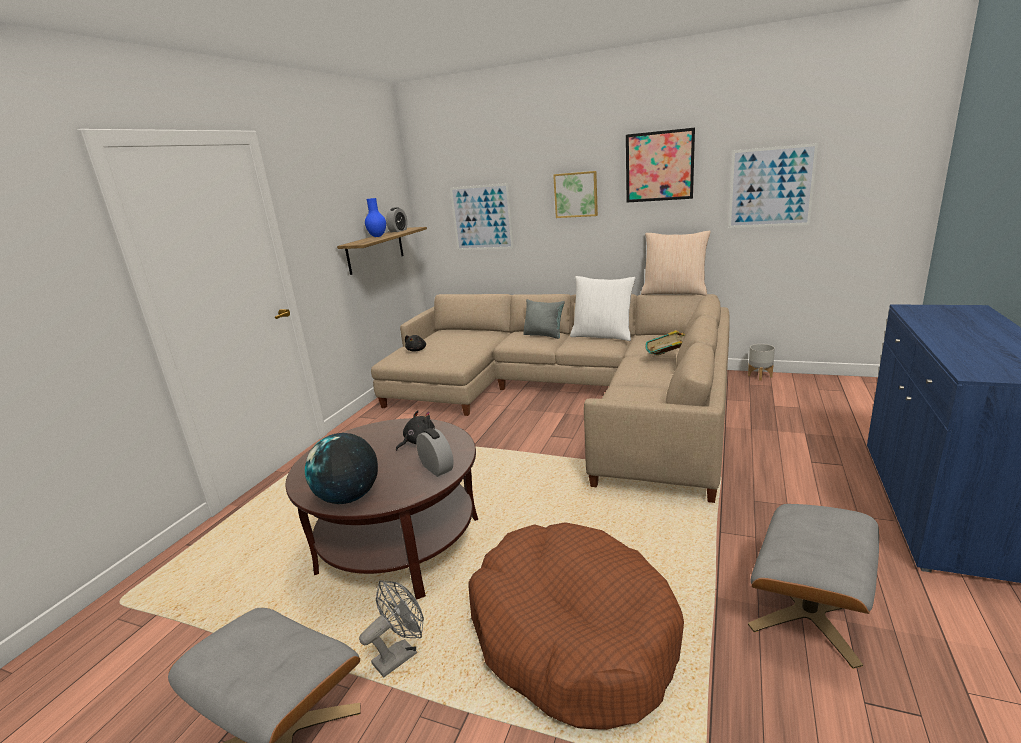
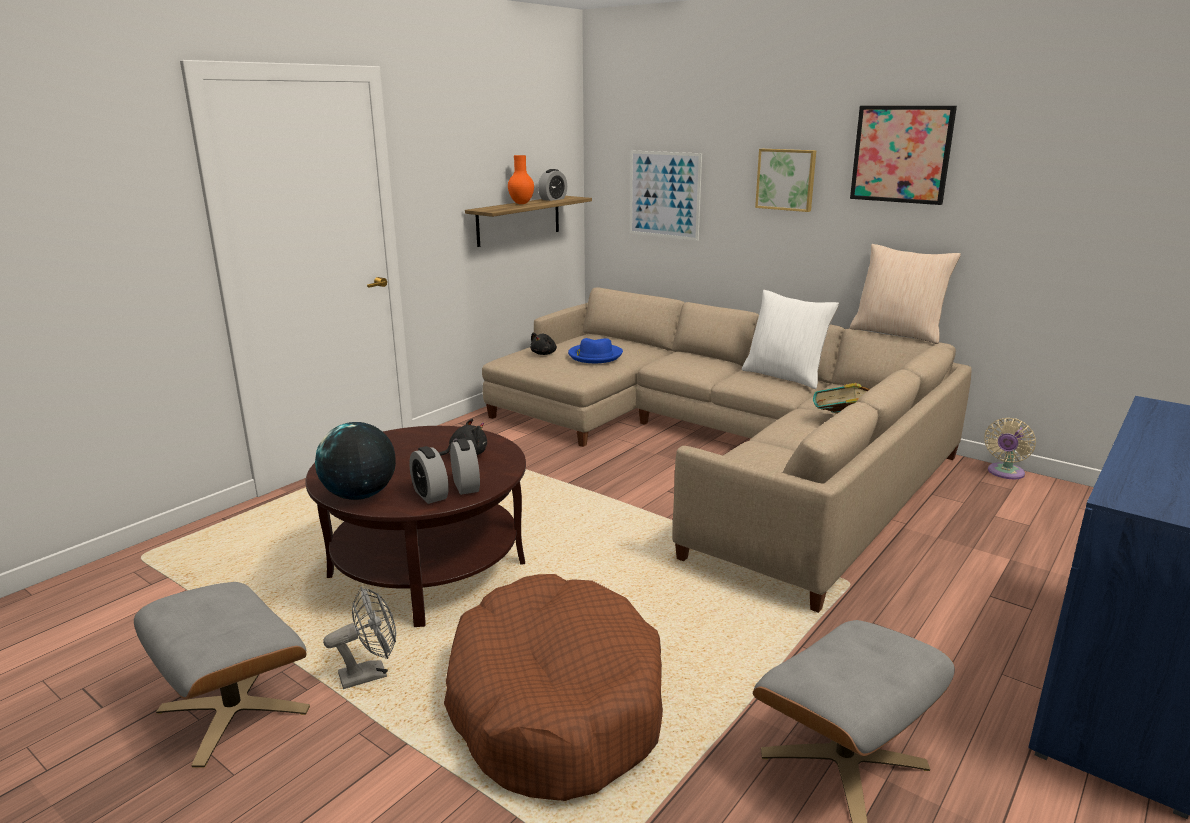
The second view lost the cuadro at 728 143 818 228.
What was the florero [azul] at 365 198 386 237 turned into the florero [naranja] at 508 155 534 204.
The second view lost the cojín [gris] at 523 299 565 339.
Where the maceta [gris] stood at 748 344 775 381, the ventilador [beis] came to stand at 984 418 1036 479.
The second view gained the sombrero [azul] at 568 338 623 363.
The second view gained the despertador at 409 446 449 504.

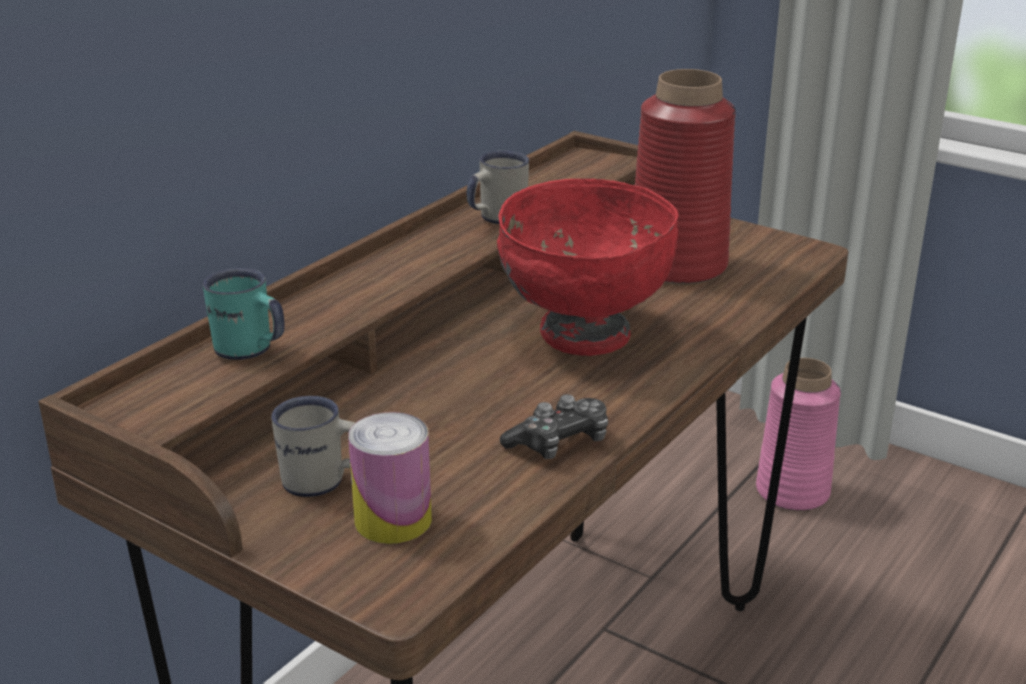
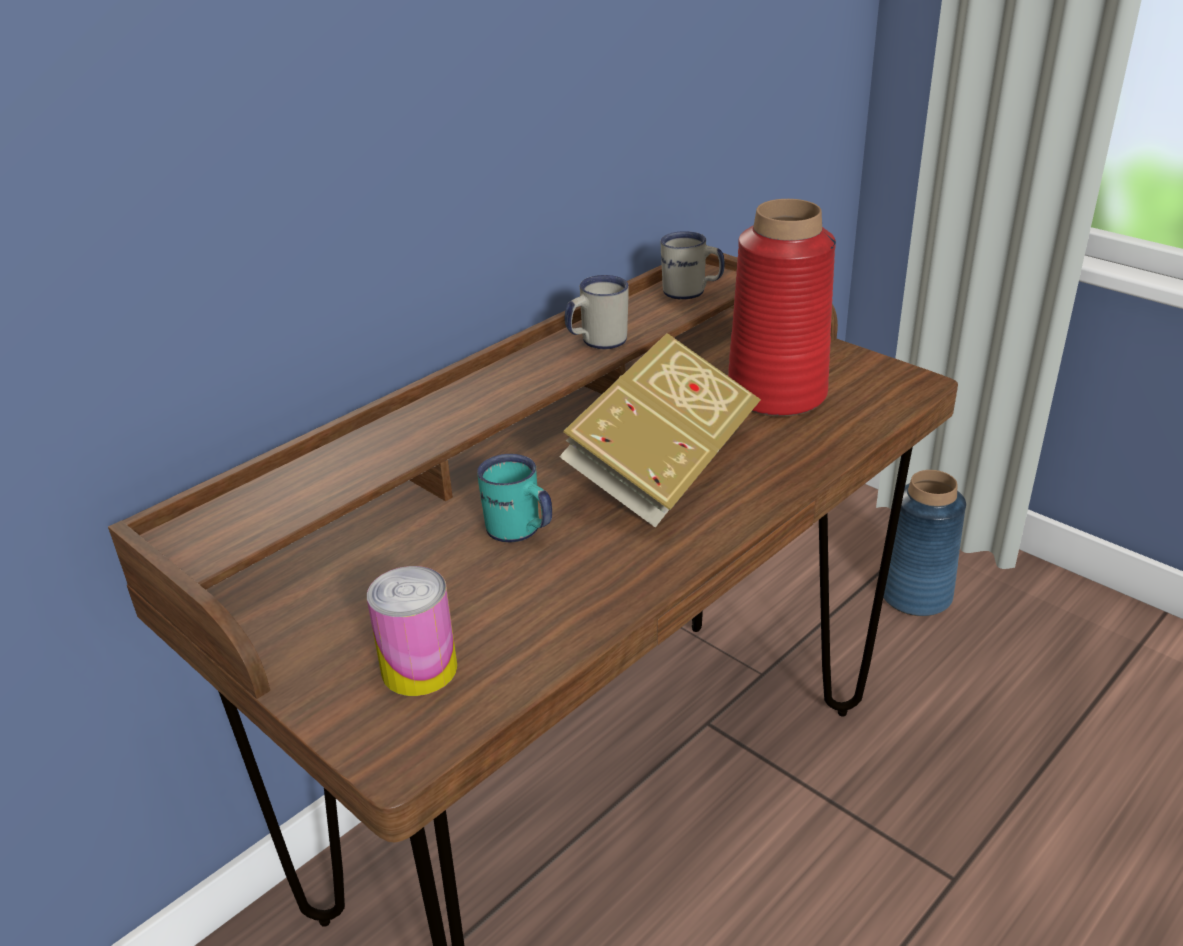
Where the cuenco [rojo] stood at 497 179 679 356, the libro came to stand at 559 333 761 528.
The taza grande [turquesa] ended up elsewhere, having gone from 203 268 285 360 to 477 454 552 542.
What was the florero [rosa] at 756 358 841 511 turned into the florero [azul] at 883 470 966 616.
The second view lost the mando de consola at 500 394 608 459.
The taza grande [blanco] ended up elsewhere, having gone from 271 396 355 497 to 660 231 725 300.

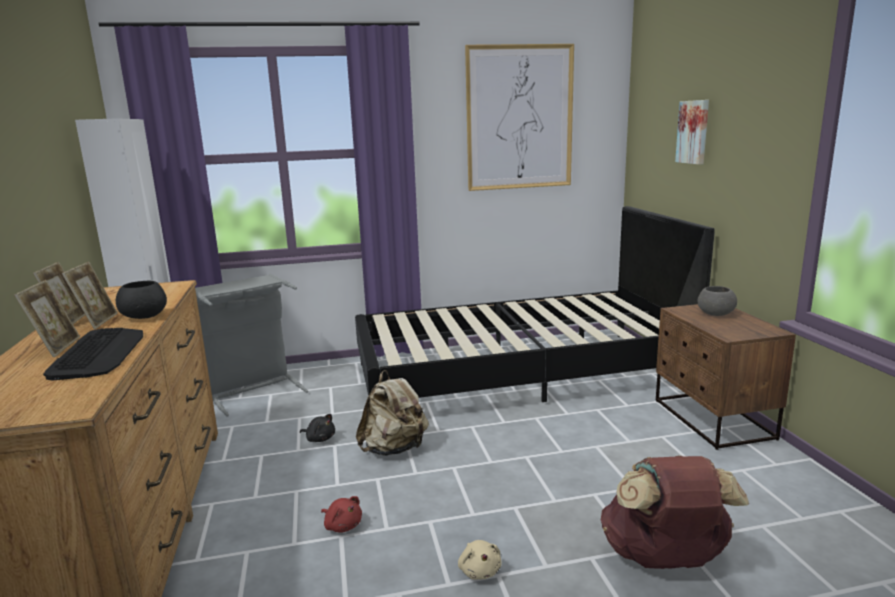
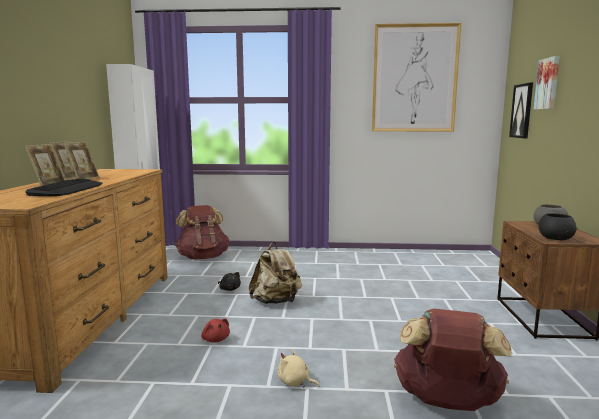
The second view lost the cama [negro] at 355 206 715 402.
Where the cesto de la ropa [gris] stood at 195 274 308 416, the mochila [marrón] came to stand at 175 205 229 259.
The cuenco [negro] ended up elsewhere, having gone from 116 281 167 319 to 538 214 577 240.
The peluche [beis] at 458 540 502 580 ended up facing another way, 120 degrees clockwise from before.
The second view gained the cuadro at 509 83 533 138.

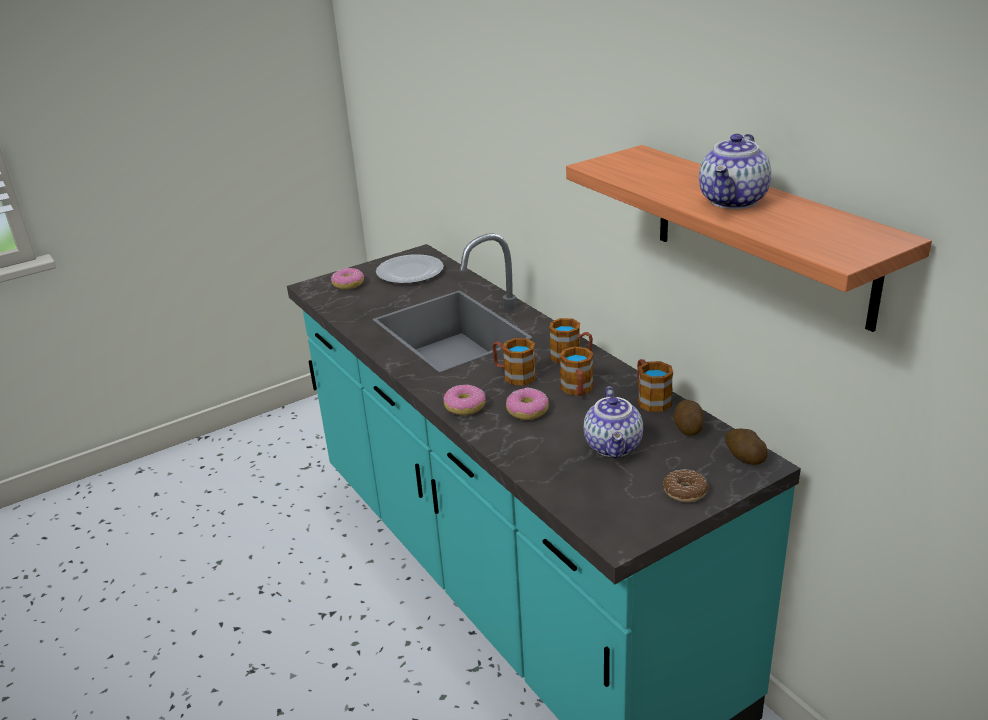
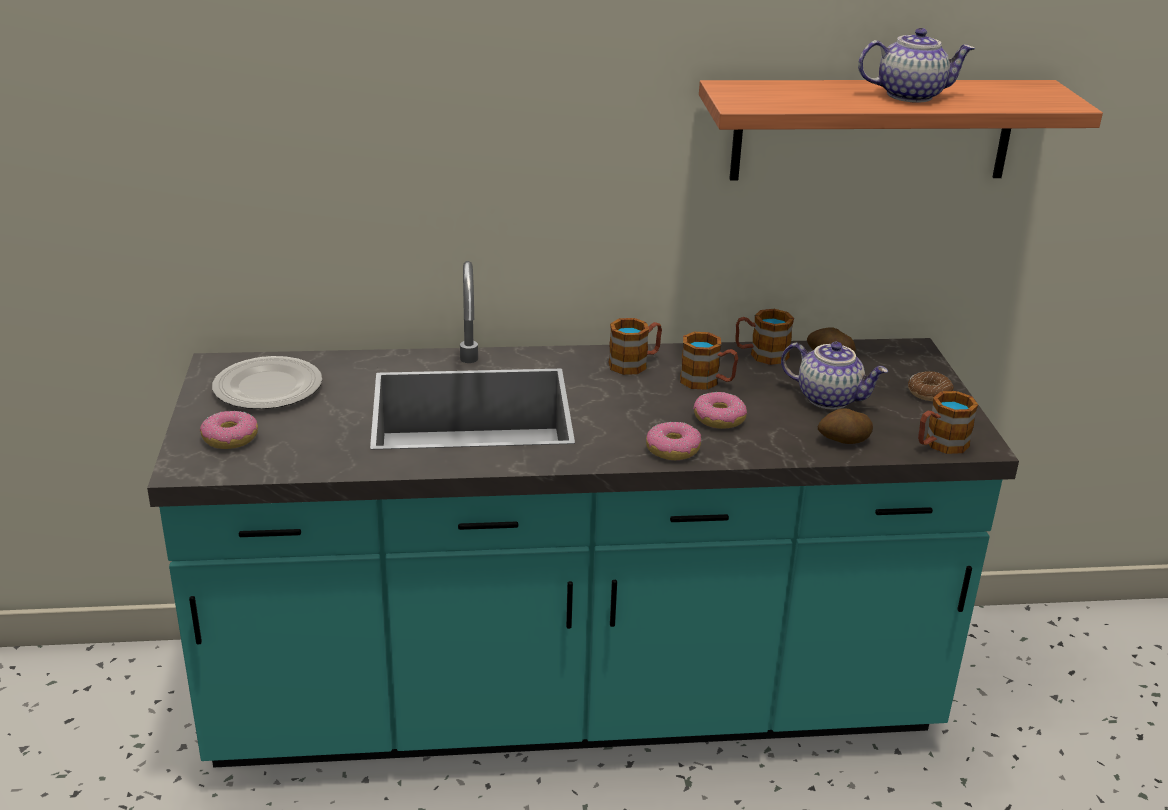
The tetera at 699 134 771 209 ended up facing another way, 60 degrees counterclockwise from before.
The taza grande ended up elsewhere, having gone from 492 338 536 386 to 918 391 978 454.
The patata ended up elsewhere, having gone from 725 429 768 465 to 817 408 873 444.

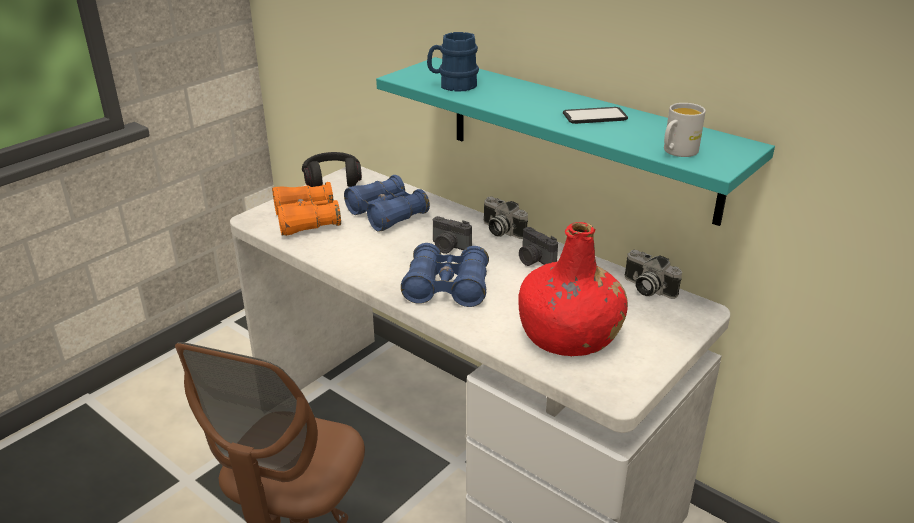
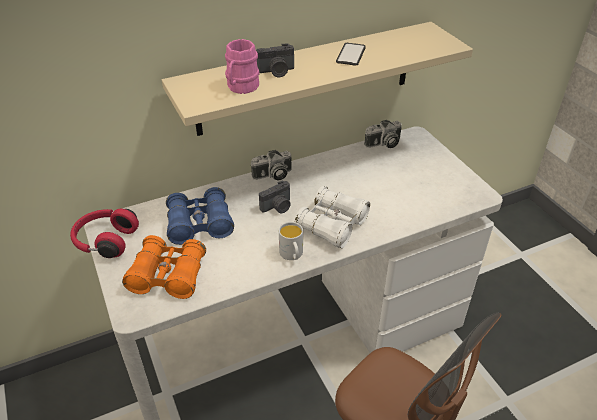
What was the taza grande [azul] at 427 32 479 92 turned into the taza grande [rosa] at 225 39 259 94.
What was the estante [turquesa] at 376 57 775 226 turned into the estante [beis] at 162 22 473 136.
The taza grande [blanco] ended up elsewhere, having gone from 664 103 706 157 to 279 222 303 260.
What was the auriculares [negro] at 302 152 362 187 turned into the auriculares [rojo] at 70 209 139 258.
The second view lost the botella [rojo] at 518 222 628 356.
The cámara ended up elsewhere, having gone from 519 227 558 266 to 256 43 294 77.
What was the prismáticos [azul] at 401 243 489 307 turned into the prismáticos [blanco] at 295 186 370 248.

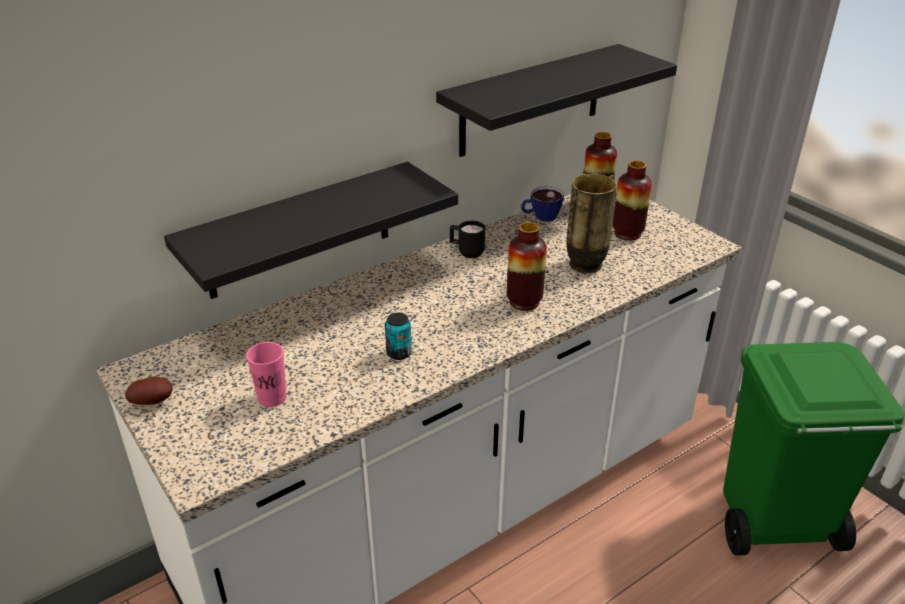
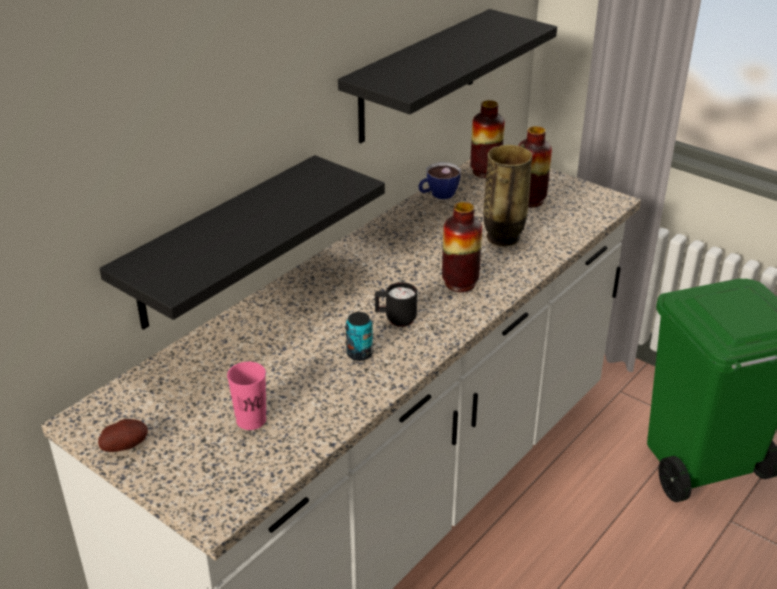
The taza grande [negro] ended up elsewhere, having gone from 450 221 485 258 to 375 282 417 327.

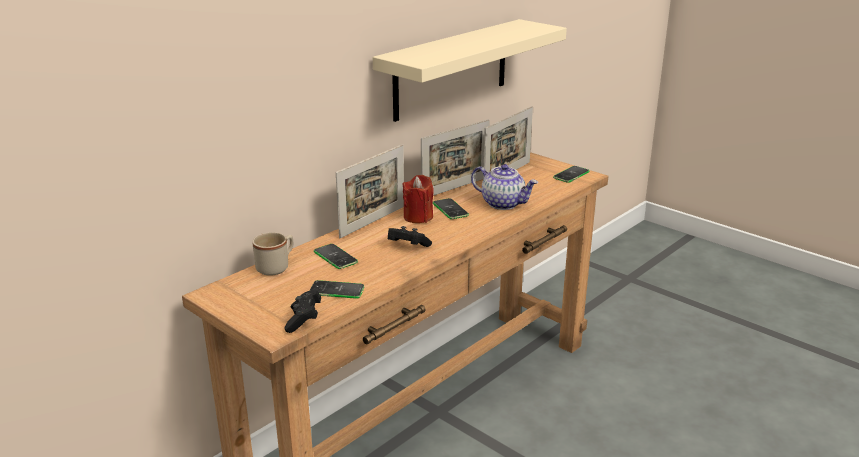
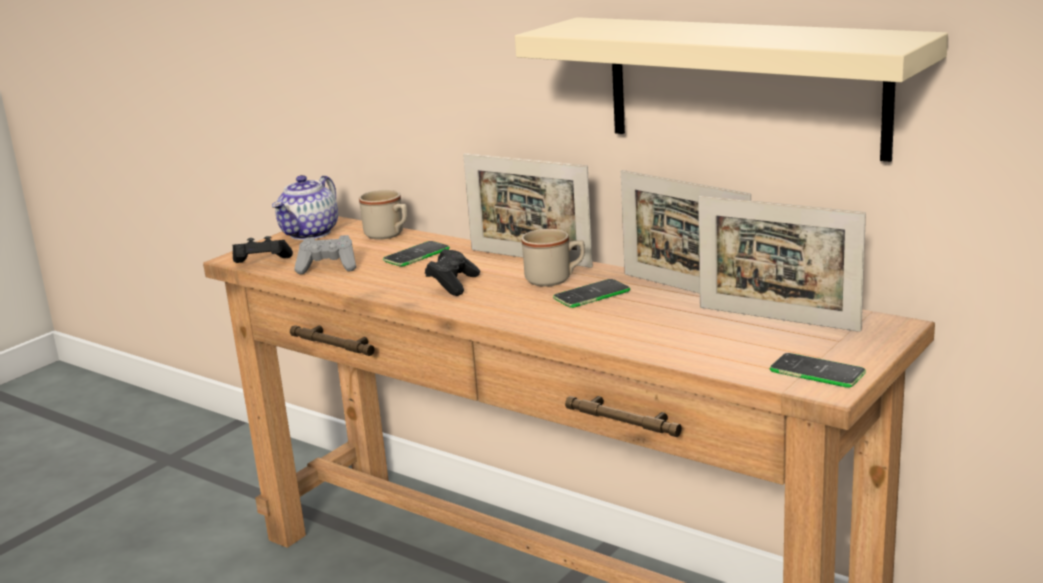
The tetera ended up elsewhere, having gone from 471 164 538 210 to 272 175 338 240.
Where the vela [rojo] stood at 402 175 434 223, the taza grande [beis] came to stand at 521 229 585 287.
Where the móvil stood at 309 280 365 299, the mando de consola [gris] came to stand at 294 235 356 274.

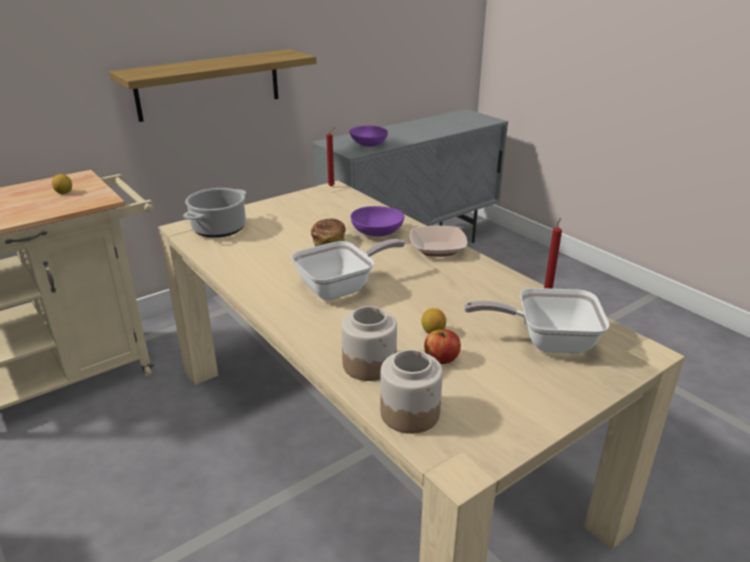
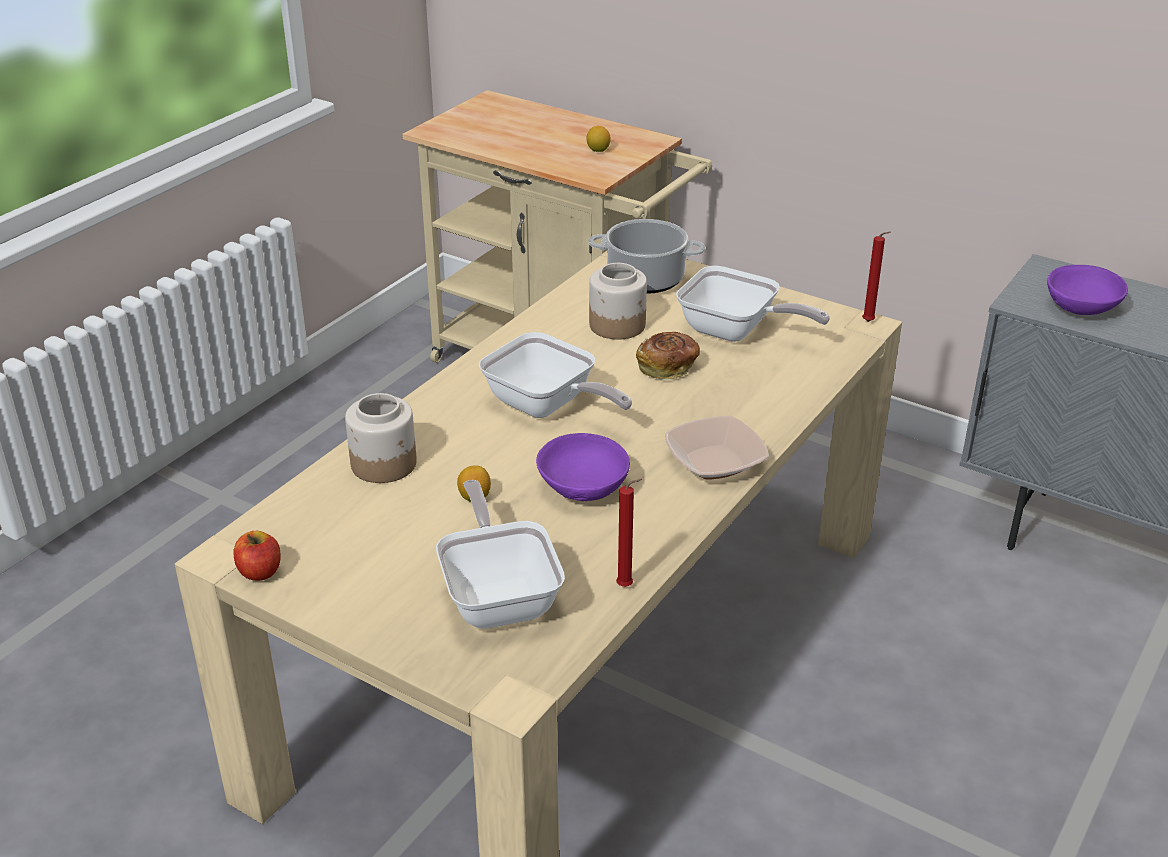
The second view lost the estante at 109 49 316 122.
The cuenco [morado] ended up elsewhere, having gone from 350 206 404 236 to 536 433 630 501.
The manzana ended up elsewhere, having gone from 424 329 461 364 to 234 531 281 581.
The tarro ended up elsewhere, having gone from 380 349 443 434 to 589 263 647 340.
The second view gained the sartén at 676 266 830 342.

